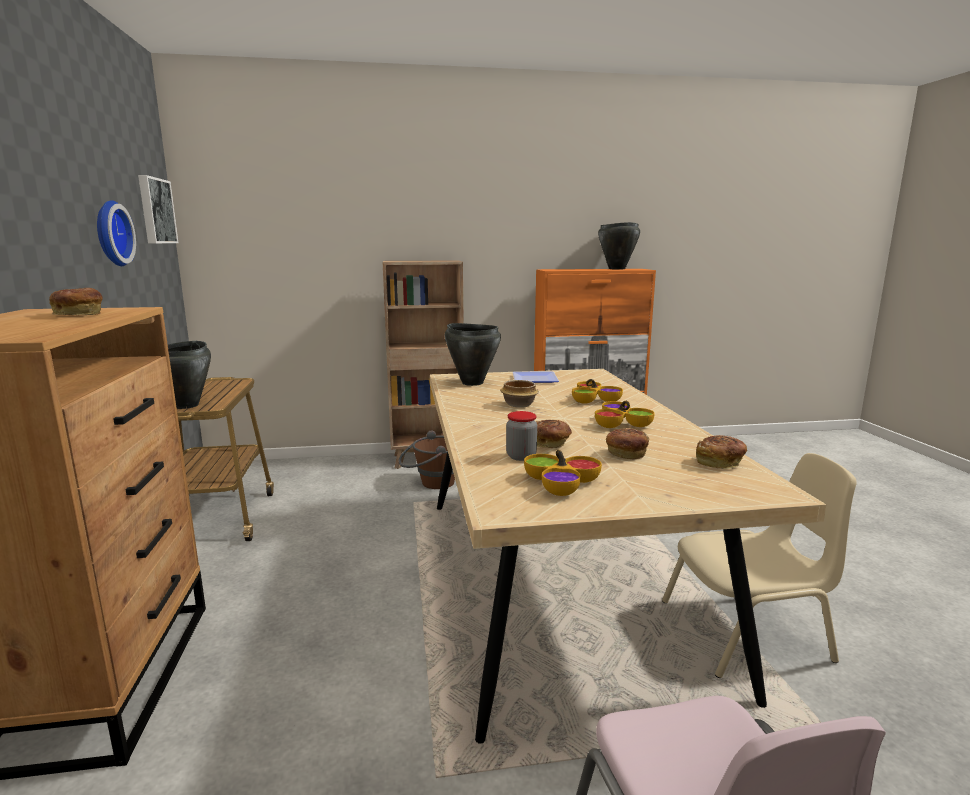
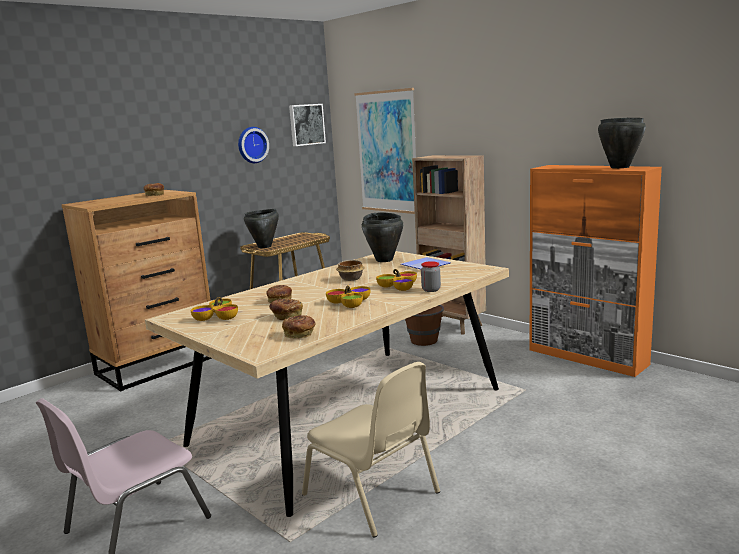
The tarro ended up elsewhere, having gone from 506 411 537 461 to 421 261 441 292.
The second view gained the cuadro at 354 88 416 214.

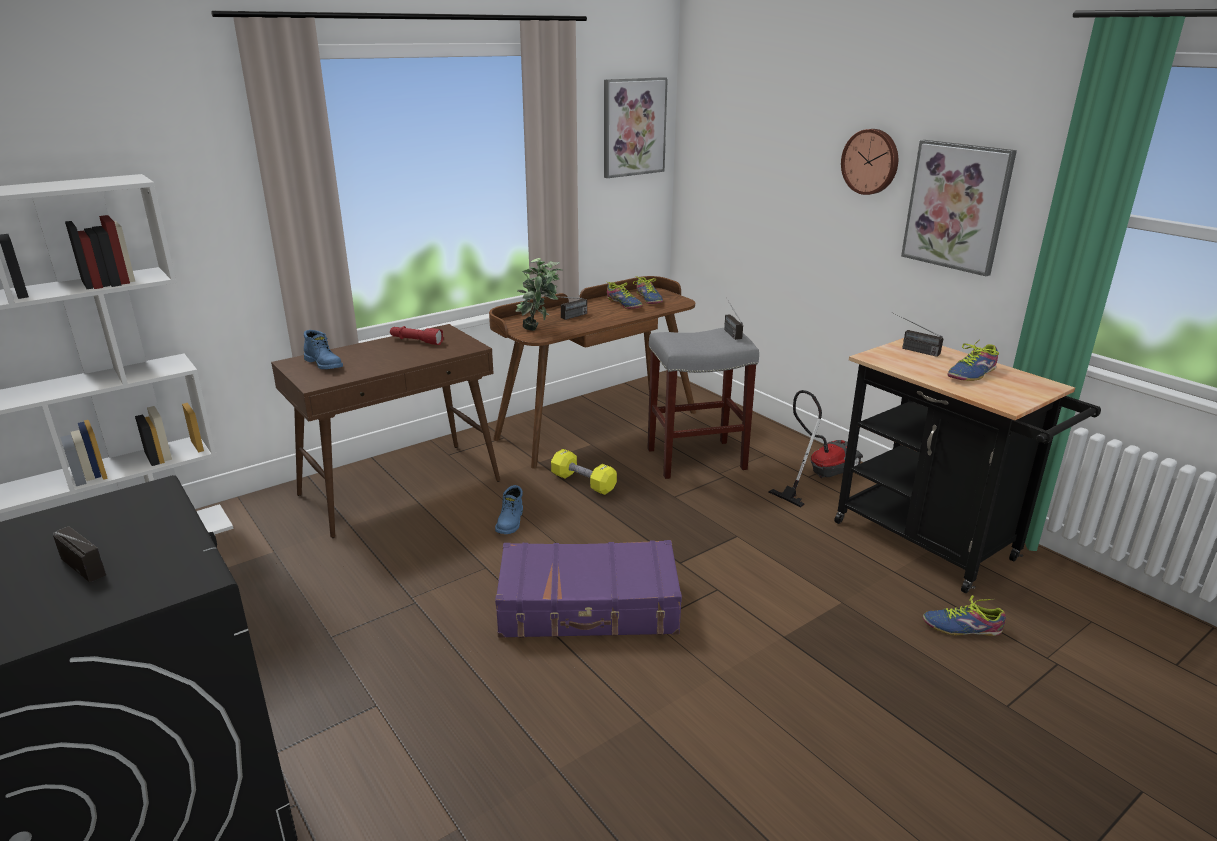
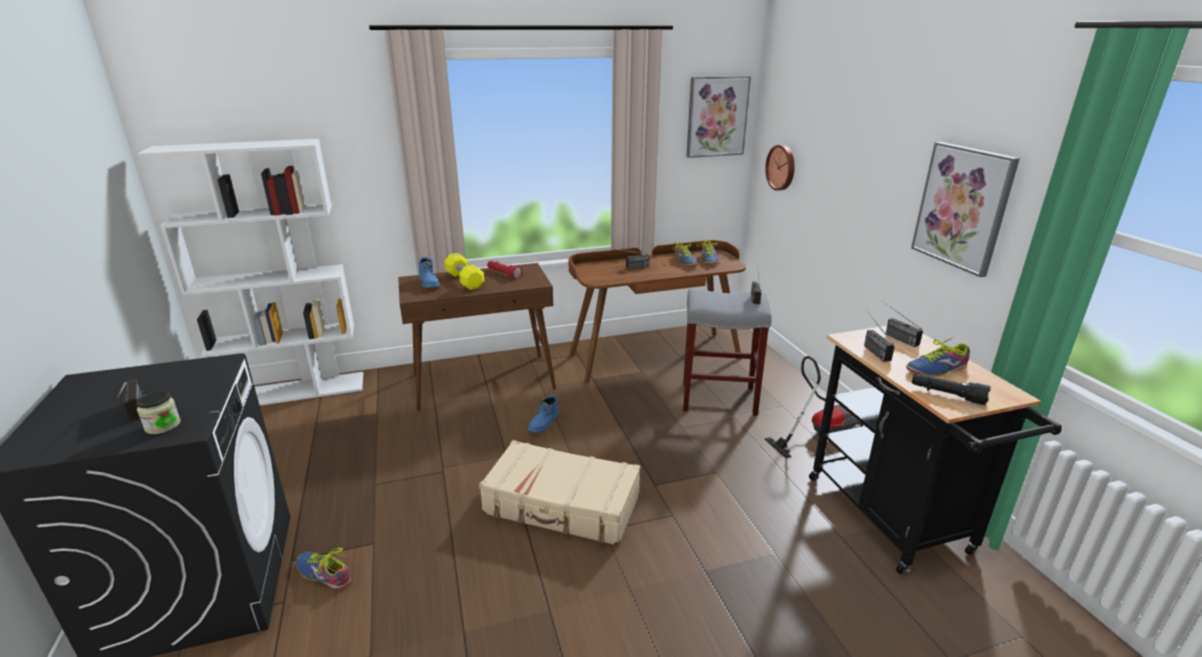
The reloj de pared ended up elsewhere, having gone from 841 129 898 195 to 765 145 795 191.
The second view lost the planta en maceta at 515 258 563 331.
The mancuerna [amarillo] ended up elsewhere, having gone from 551 449 617 495 to 444 253 484 290.
What was the maleta [morado] at 495 540 682 638 turned into the maleta [beis] at 479 440 640 546.
The zapato ended up elsewhere, having gone from 923 595 1006 636 to 296 548 351 589.
The second view gained the radio at 864 311 895 362.
The second view gained the linterna [negro] at 912 374 991 405.
The second view gained the tarro at 136 391 181 434.

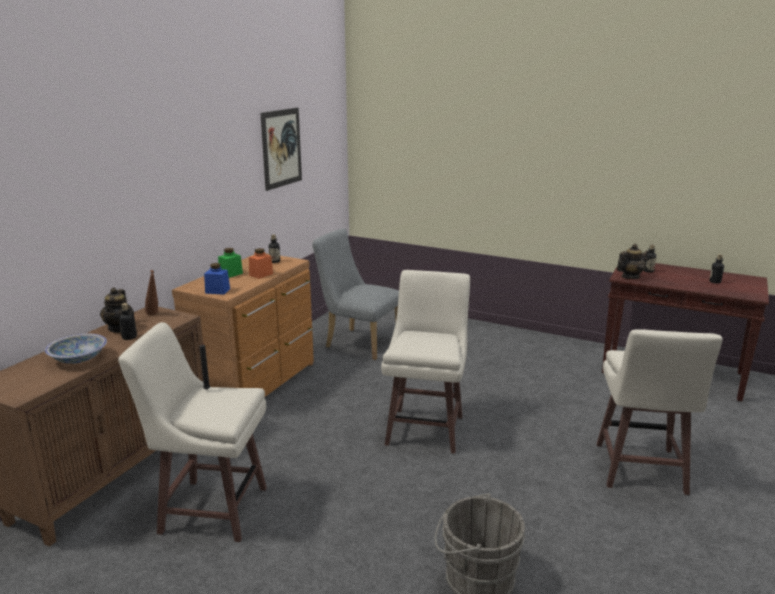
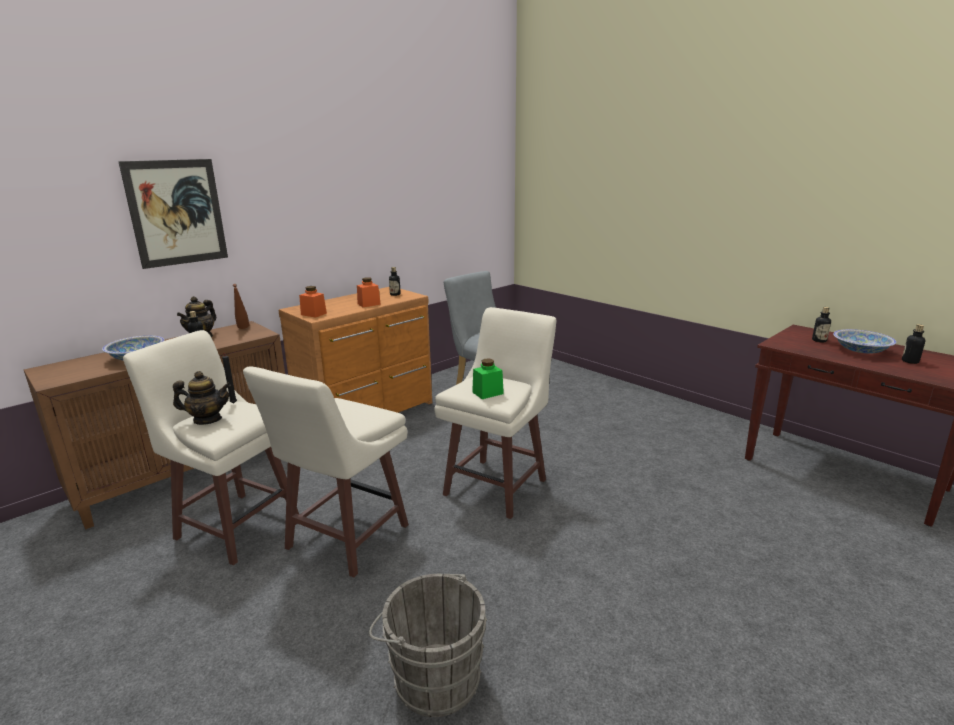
The cuadro ended up elsewhere, having gone from 260 108 302 191 to 118 159 228 269.
The tetera ended up elsewhere, having gone from 617 244 649 279 to 173 371 231 425.
The tarro [verde] ended up elsewhere, having gone from 218 248 243 278 to 472 359 504 399.
What was the tarro [azul] at 204 263 230 295 turned into the tarro [naranja] at 299 286 327 318.
The taburete [beis] ended up elsewhere, having gone from 596 329 723 495 to 243 367 409 578.
The second view gained the cuenco at 833 329 896 354.

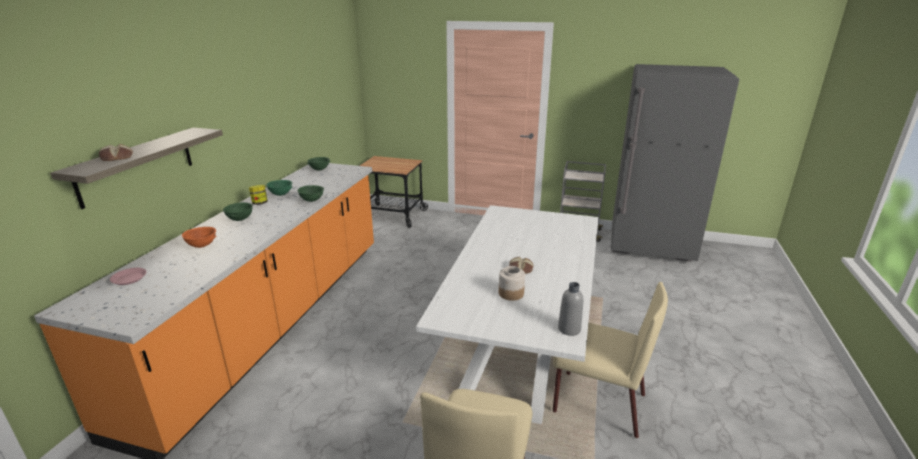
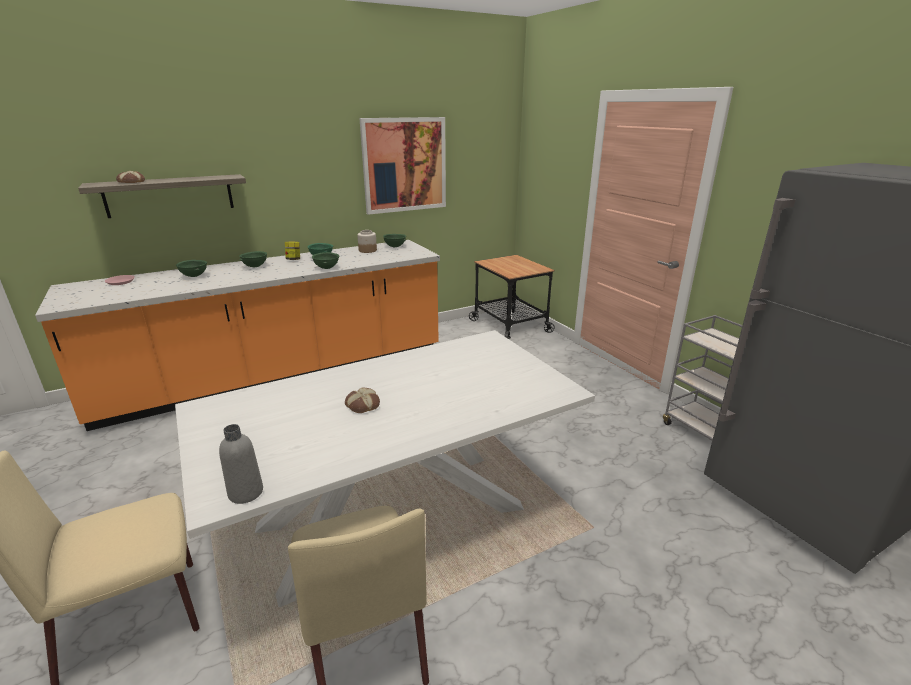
What was the cuenco [naranja] at 182 227 217 248 turned into the cuenco [verde] at 176 260 207 277.
The tarro ended up elsewhere, having gone from 499 266 525 301 to 357 230 377 253.
The second view gained the cuadro at 359 117 446 215.

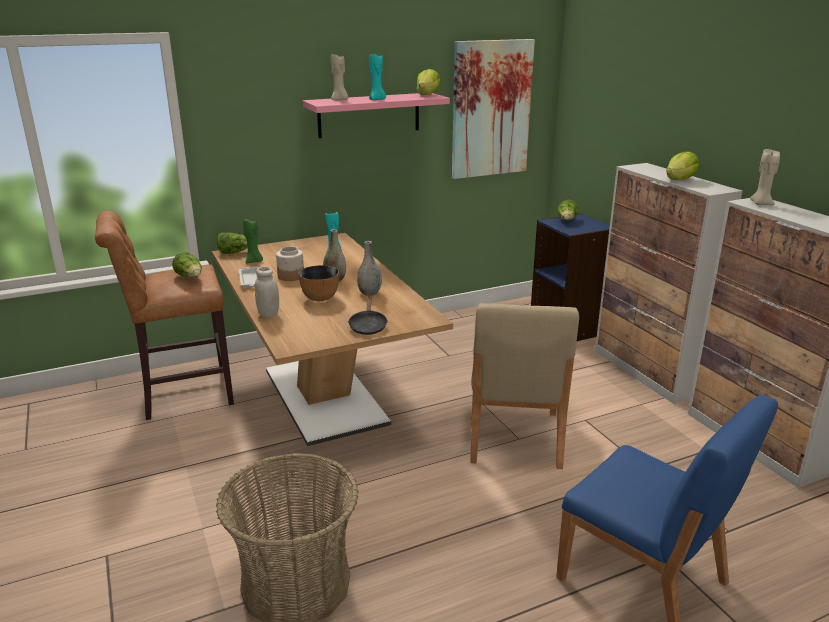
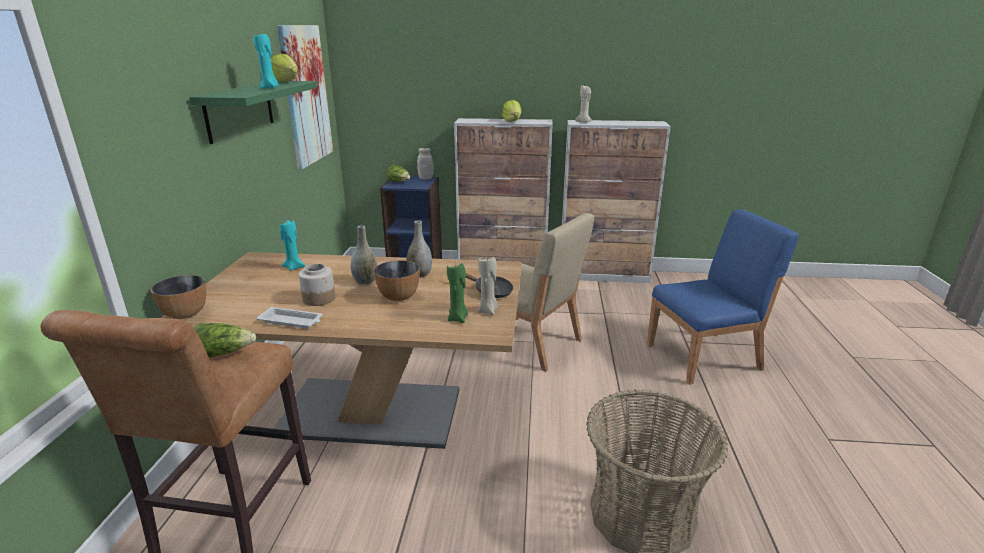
The vela [beis] ended up elsewhere, having gone from 331 53 348 100 to 478 255 498 315.
What was the estante [rosa] at 303 93 450 138 turned into the estante [verde] at 189 81 317 144.
The vela [verde] ended up elsewhere, having gone from 243 219 263 263 to 447 263 468 323.
Where the lechuga stood at 217 233 248 254, the cuenco came to stand at 151 275 206 319.
The tarro [blanco] ended up elsewhere, having gone from 255 266 279 317 to 417 148 434 180.

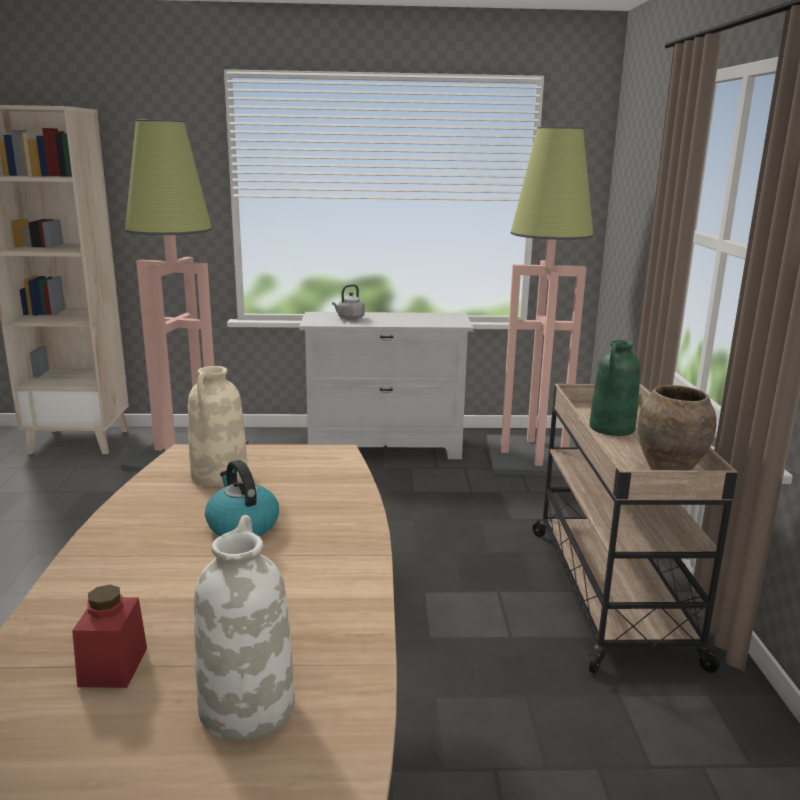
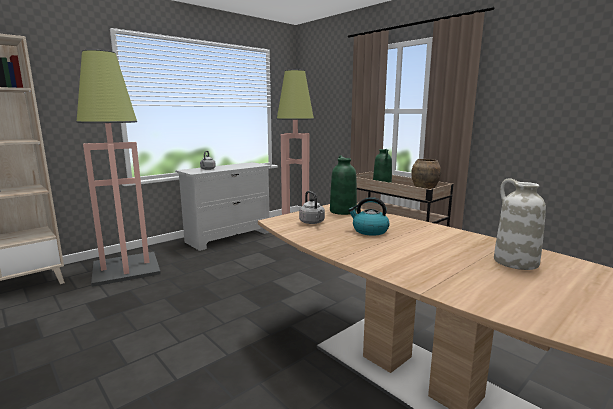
Where the florero [beis] stood at 188 366 248 486, the hervidor [gris] came to stand at 299 191 325 224.
The second view lost the tarro [rojo] at 72 585 147 688.
The second view gained the florero [verde] at 330 155 357 215.

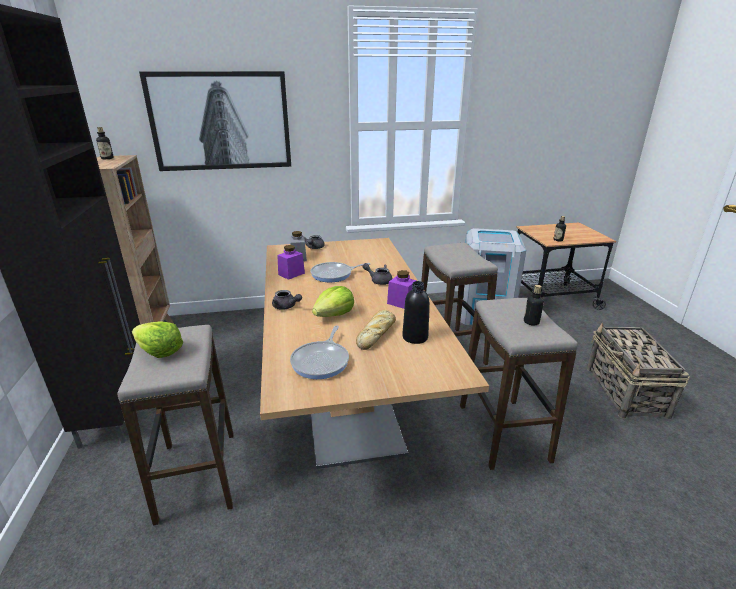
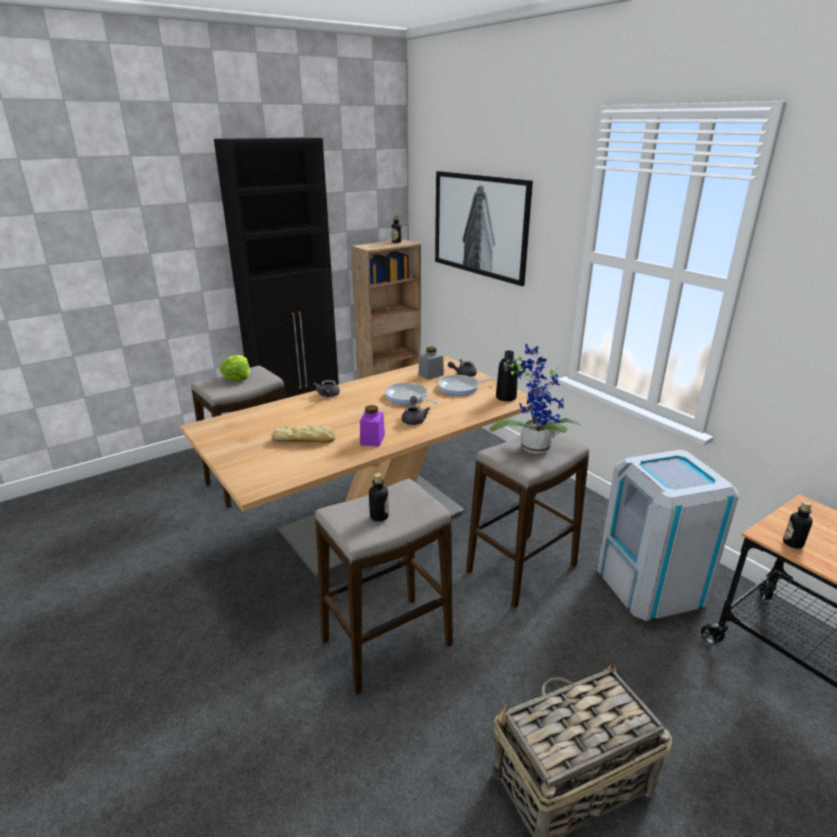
The second view lost the tarro [morado] at 277 245 305 280.
The botella [negro] ended up elsewhere, having gone from 402 281 429 344 to 496 351 518 401.
The second view lost the lechuga at 312 286 354 317.
The sartén ended up elsewhere, having gone from 290 326 349 379 to 438 375 497 395.
The second view gained the planta en maceta at 489 344 581 454.

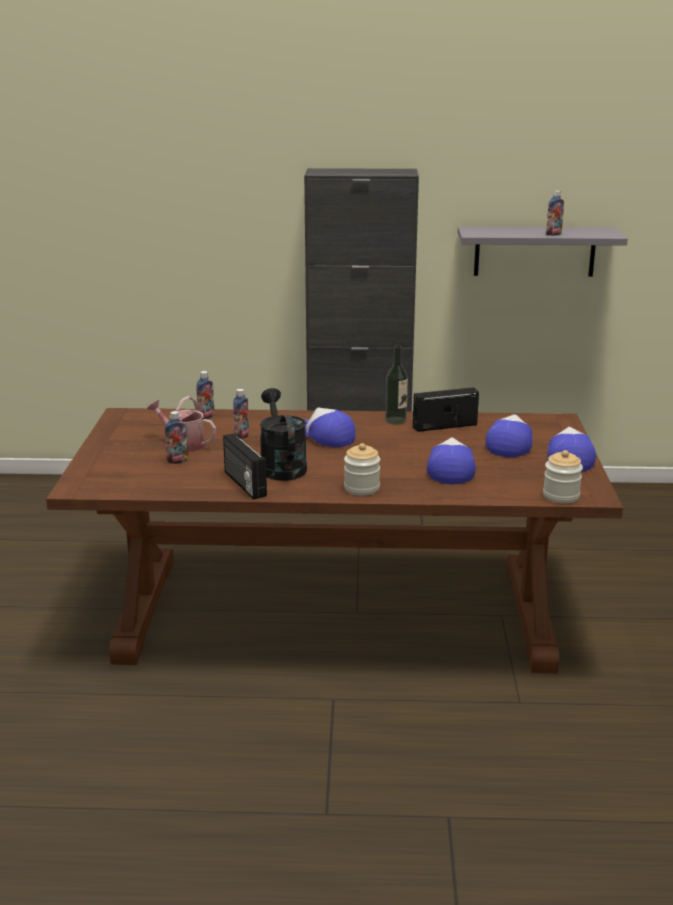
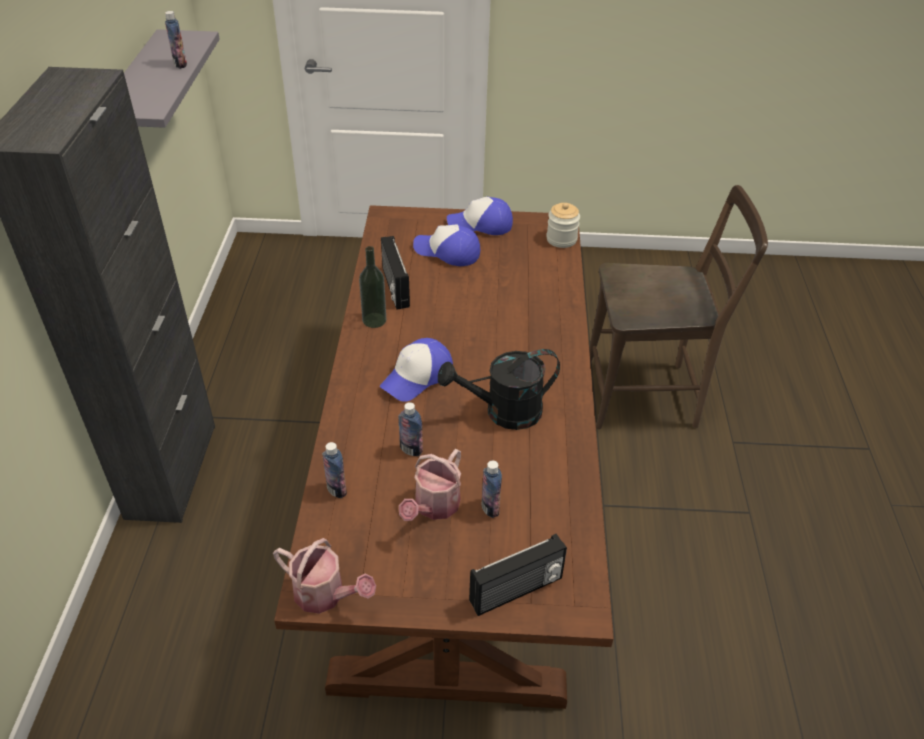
The radio ended up elsewhere, having gone from 223 433 267 499 to 469 534 567 616.
The second view lost the gorra at 427 437 476 484.
The second view lost the tarro at 344 443 380 496.
The second view gained the silla [marrón] at 589 185 768 429.
The second view gained the regadera at 273 538 376 614.

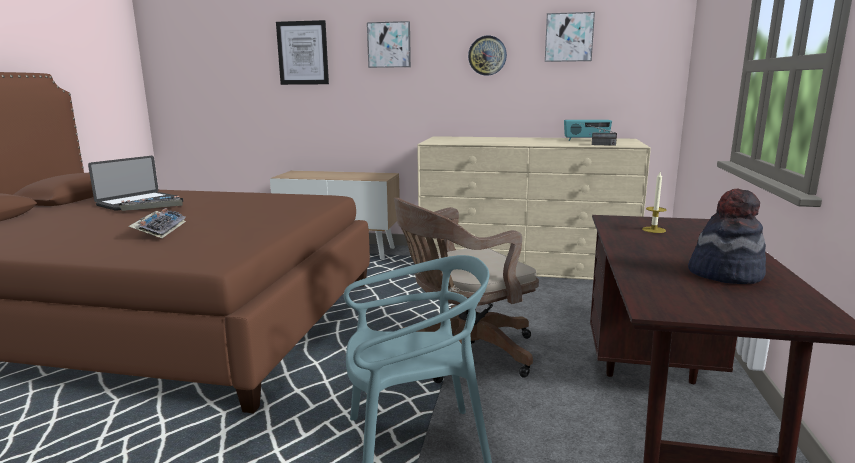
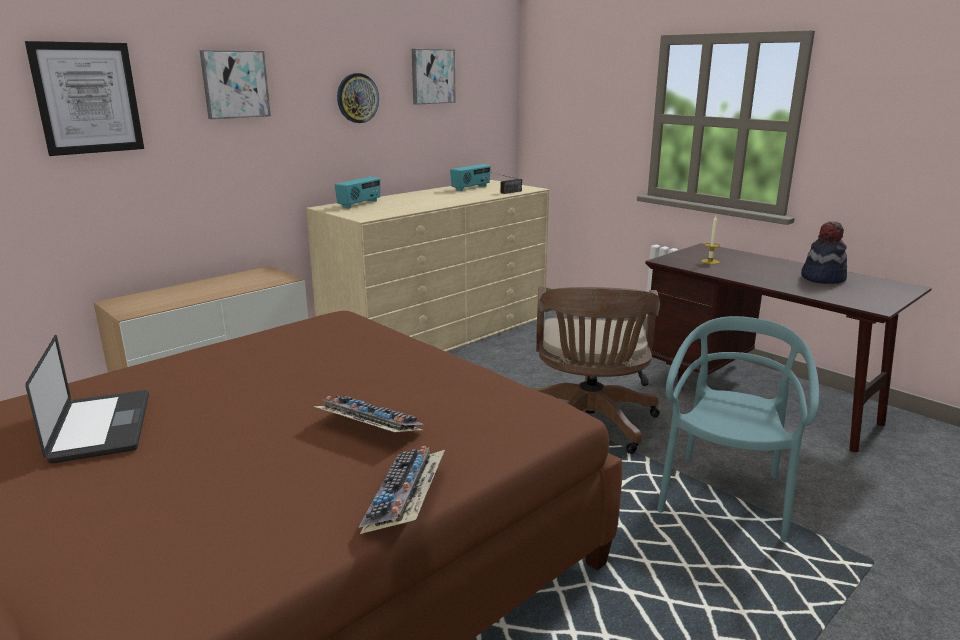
The teclado ended up elsewhere, having gone from 119 196 183 211 to 359 446 445 534.
The second view gained the radio at 335 177 381 208.

